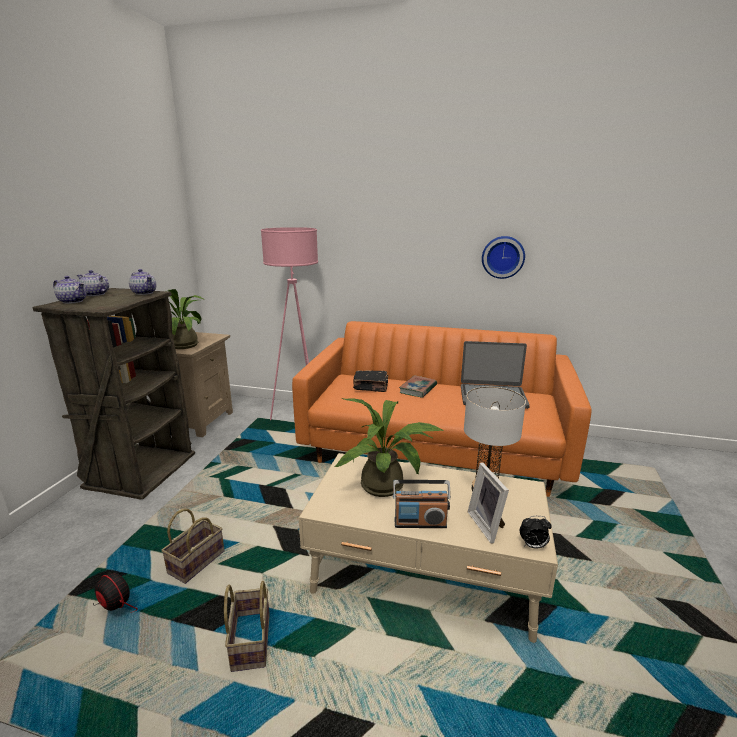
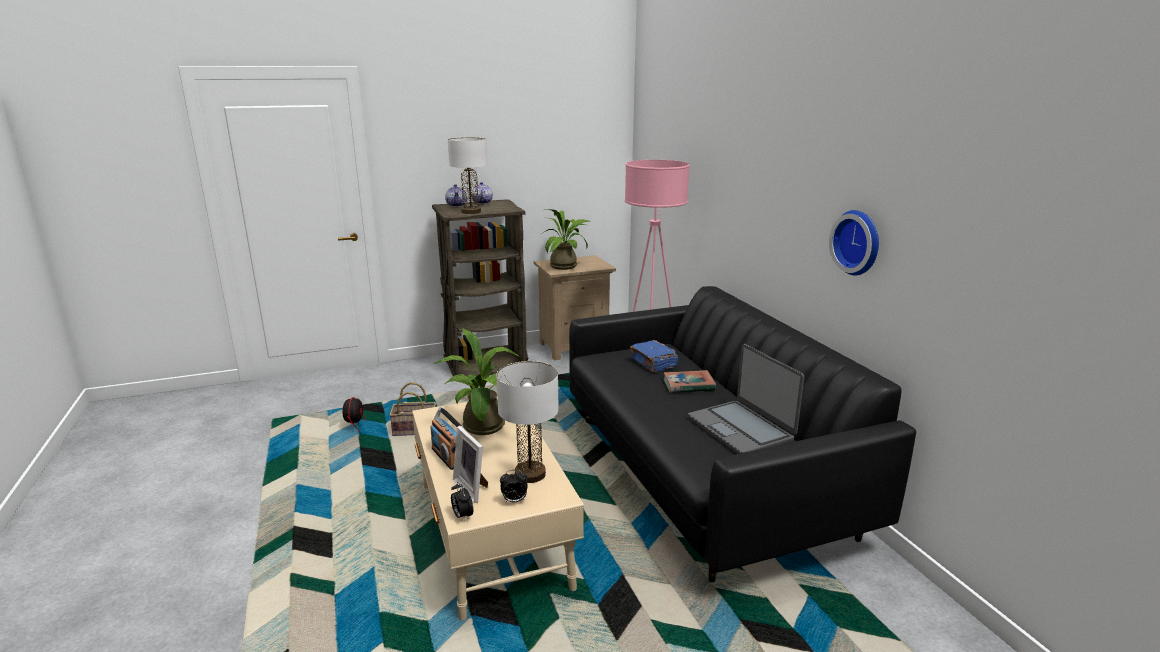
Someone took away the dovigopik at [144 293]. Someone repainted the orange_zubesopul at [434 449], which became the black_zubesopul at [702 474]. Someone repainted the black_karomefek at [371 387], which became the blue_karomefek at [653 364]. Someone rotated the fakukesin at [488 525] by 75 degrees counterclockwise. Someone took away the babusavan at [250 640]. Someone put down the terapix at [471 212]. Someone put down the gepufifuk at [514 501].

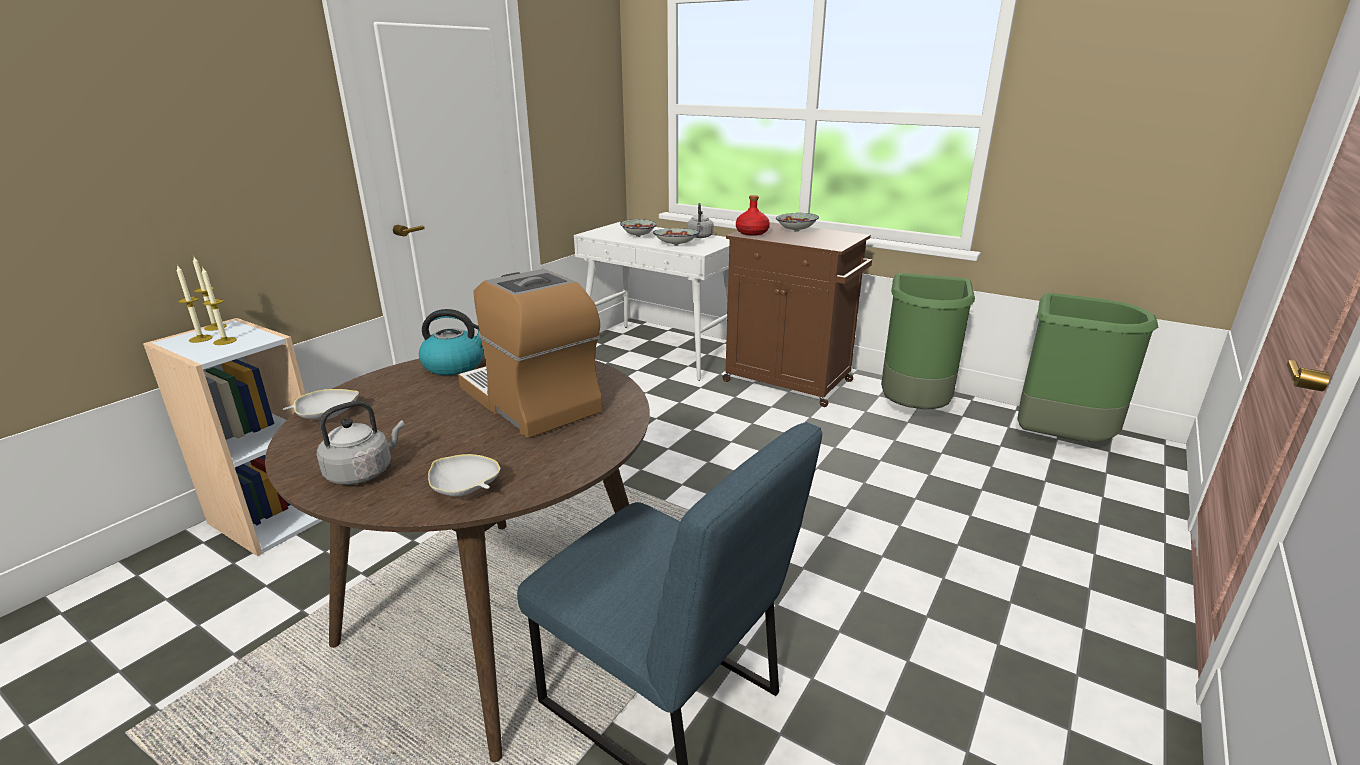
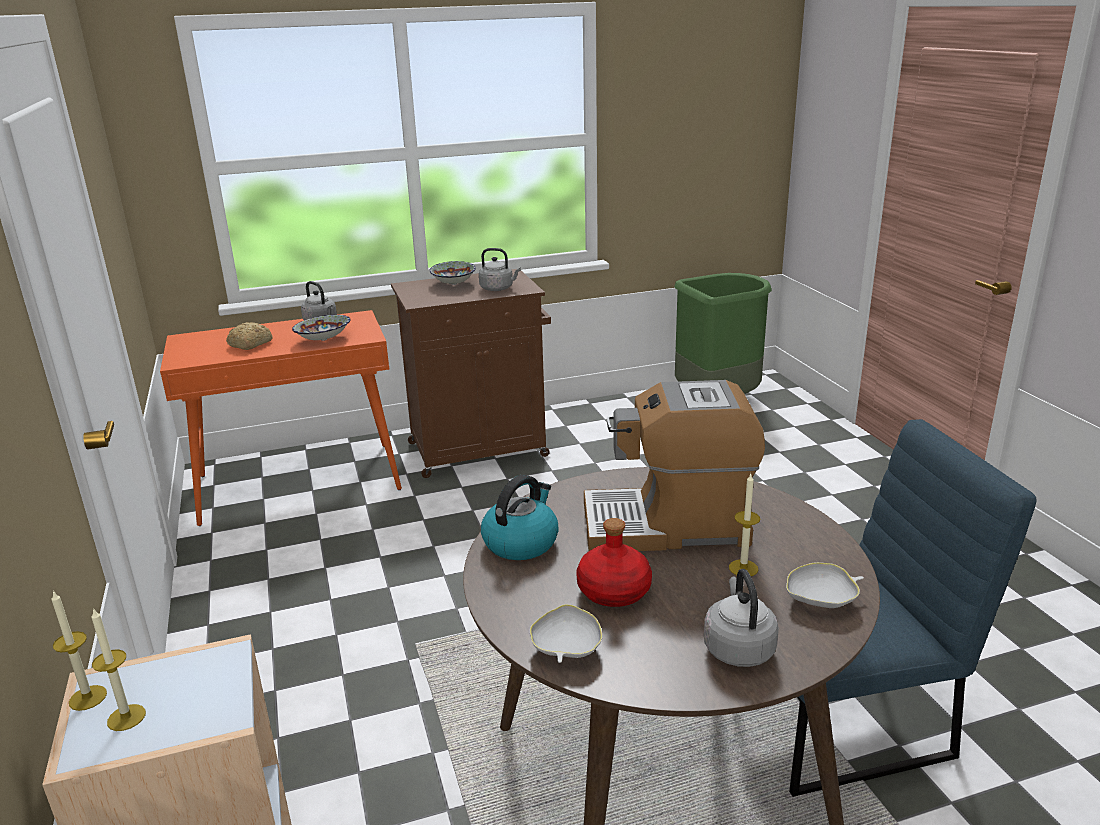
Someone carried the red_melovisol from [752 232] to [614 590]. Someone swapped the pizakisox at [638 236] for the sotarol at [249 344]. Someone repainted the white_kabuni at [660 351], which became the orange_kabuni at [300 482]. Someone carried the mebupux from [225 341] to [743 568]. Someone took away the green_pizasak at [914 408]. Someone put down the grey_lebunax at [498 288].

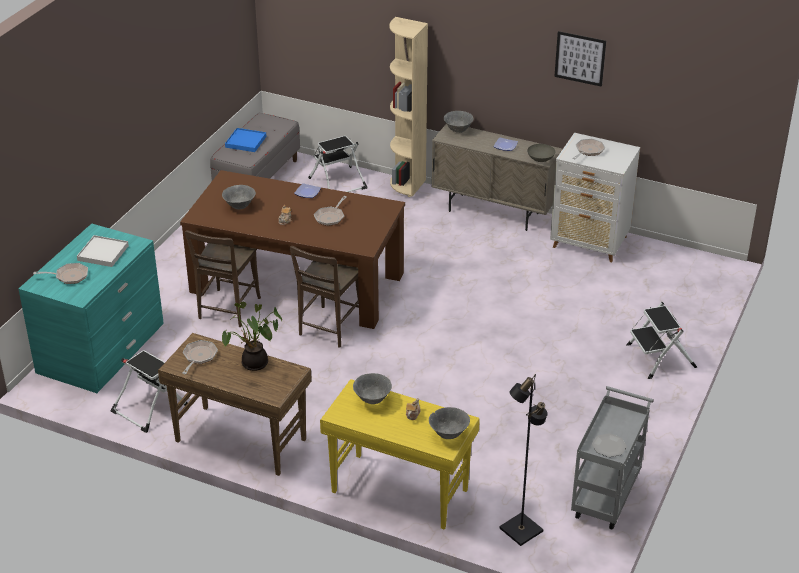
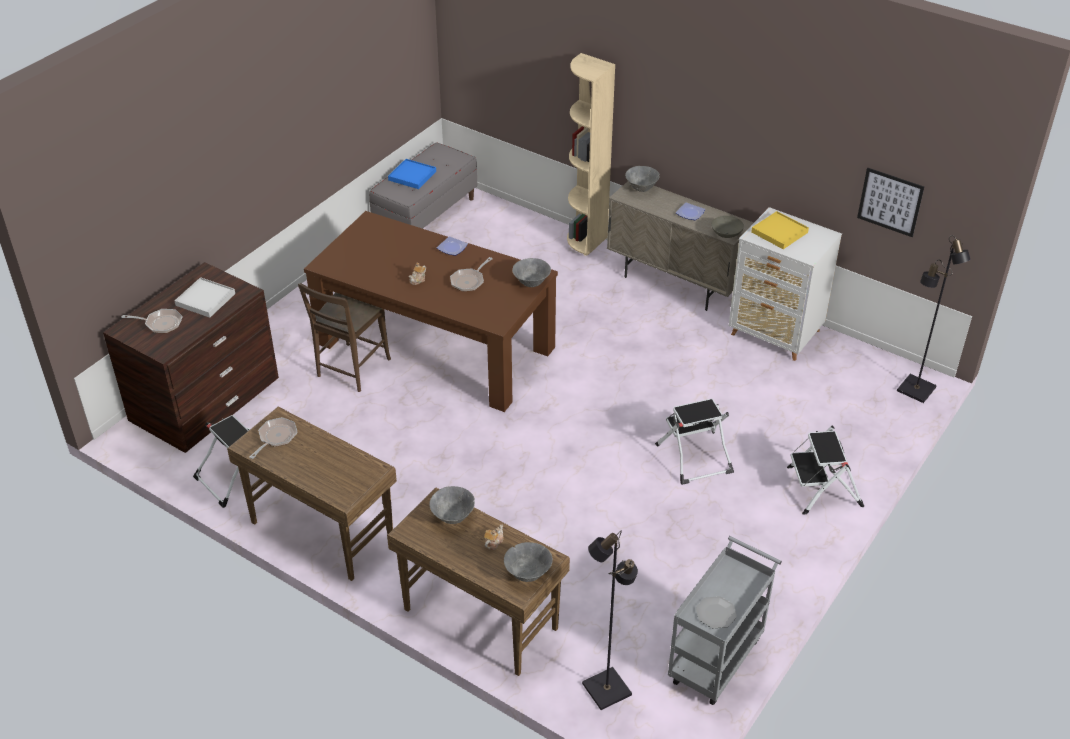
Someone carried the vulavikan from [580 58] to [890 202]. Someone carried the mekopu from [338 181] to [695 456]. Someone swapped the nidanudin at [588 151] for the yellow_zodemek at [779 232]. Someone carried the grey_pizakisox from [240 206] to [531 283]. Someone repainted the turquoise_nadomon at [101 347], which became the brown_nadomon at [205 398]. Someone took away the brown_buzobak at [329 329]. Someone took away the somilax at [253 365]. Someone repainted the yellow_kabuni at [398 491], which became the brown_kabuni at [479 619]. Someone put down the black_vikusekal at [916 389].

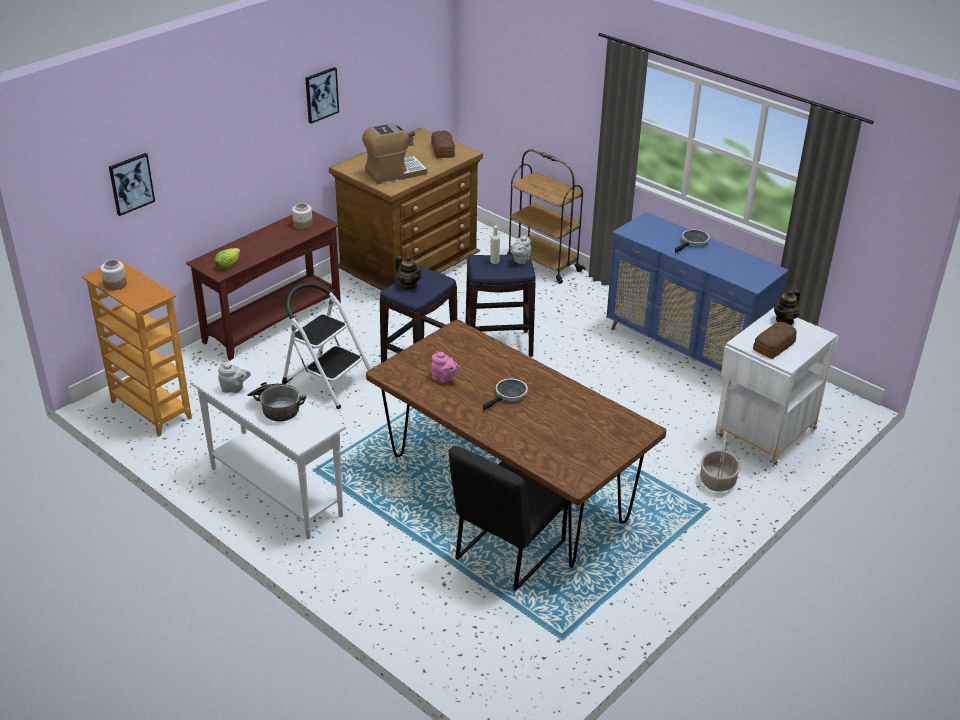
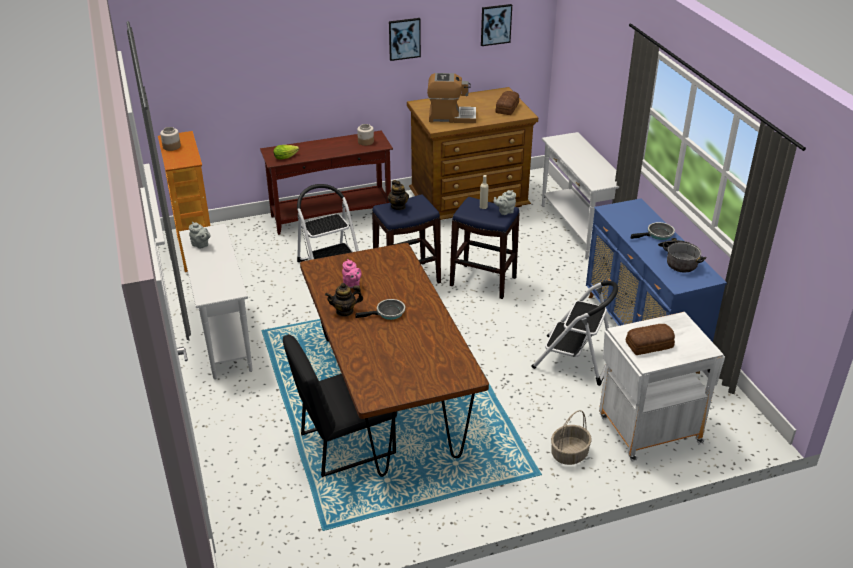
Someone swapped the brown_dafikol at [543 264] for the white_kabuni at [578 229]. Someone carried the vulavikan from [131 183] to [495 24]. Someone carried the dovigopik from [785 320] to [345 311]. Someone carried the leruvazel from [276 408] to [678 261]. Someone put down the mekopu at [575 361].

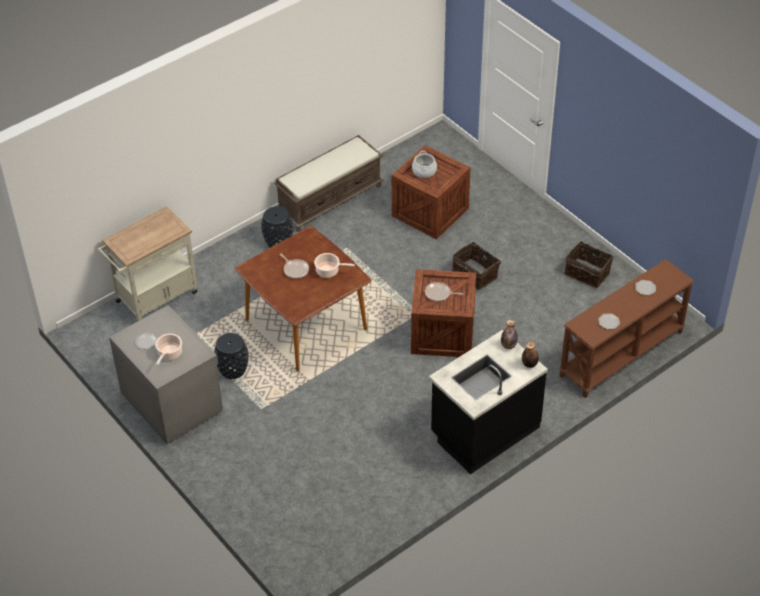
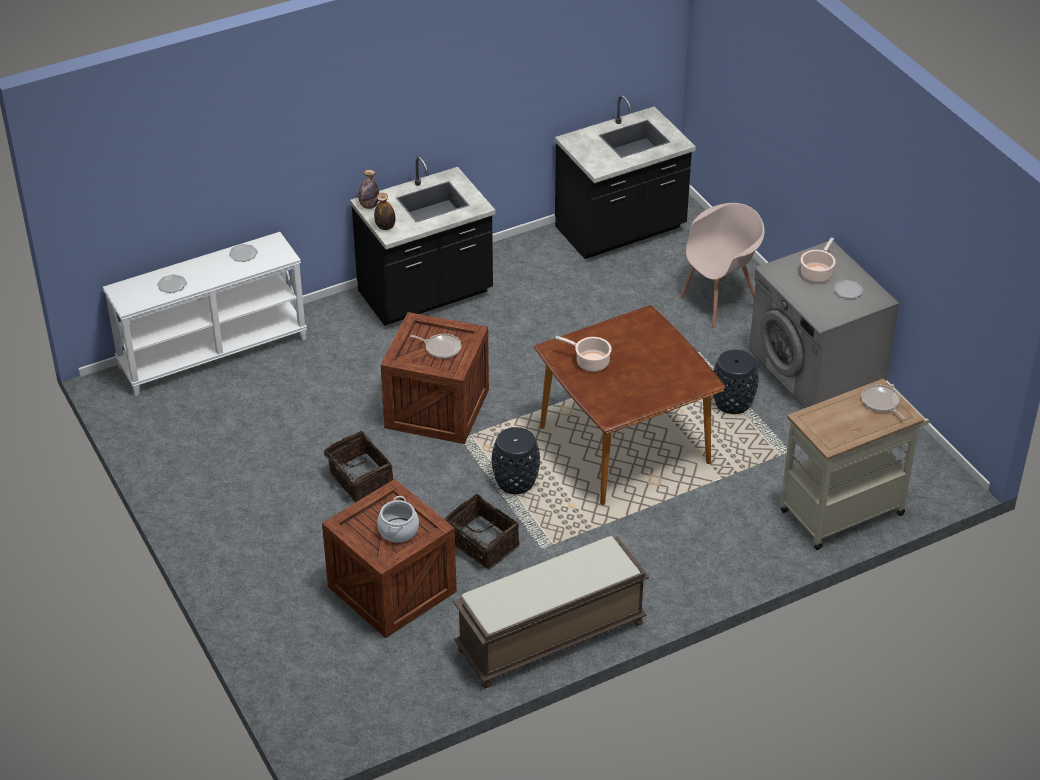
Someone carried the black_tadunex from [278 241] to [515 481]. Someone carried the babusavan from [587 273] to [482 545]. Someone carried the nidanudin from [295 269] to [881 403]. Someone repainted the brown_kabuni at [622 354], which became the white_kabuni at [213 352]. Someone put down the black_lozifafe at [621 230]. Someone put down the beige_buzobak at [720 302].

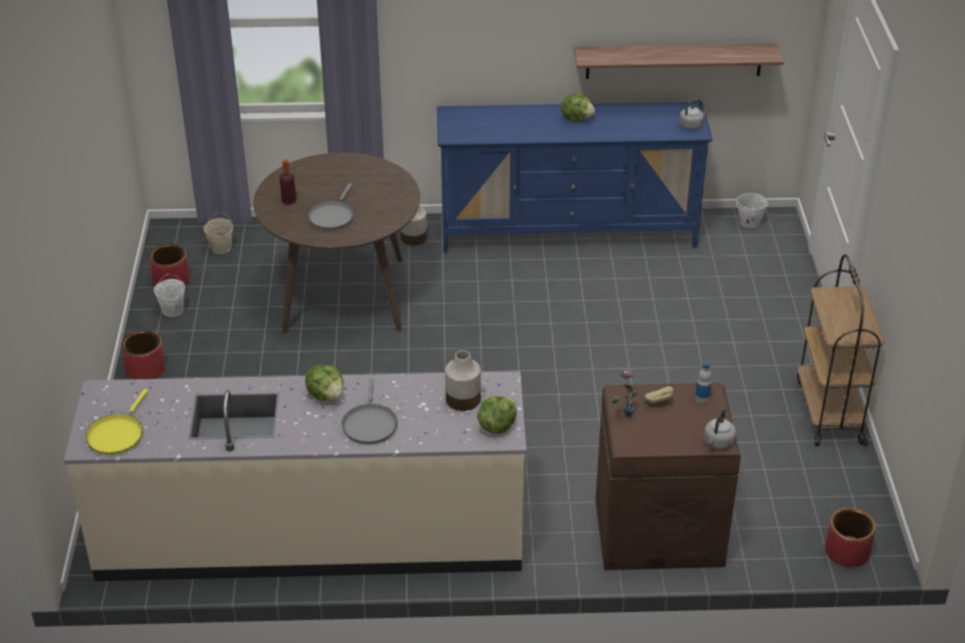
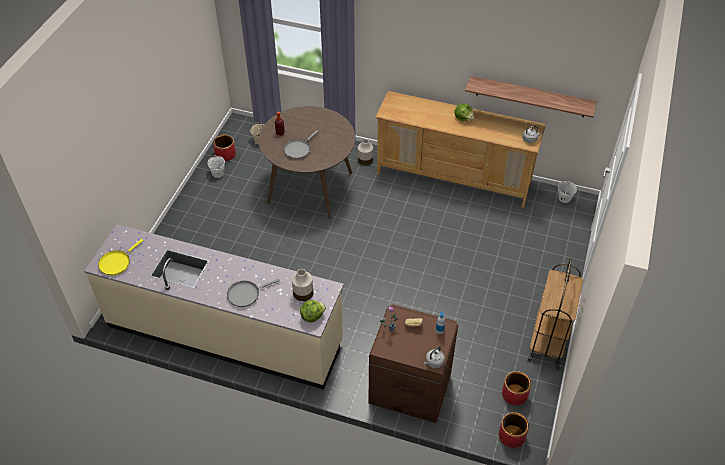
Someone repainted the blue_nadomon at [568 232], which became the brown_nadomon at [453 178]. Someone carried the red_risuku from [145 369] to [514 394]. Someone took away the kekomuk at [326 395]. Someone rotated the grey_nidanudin at [369 424] by 45 degrees clockwise.

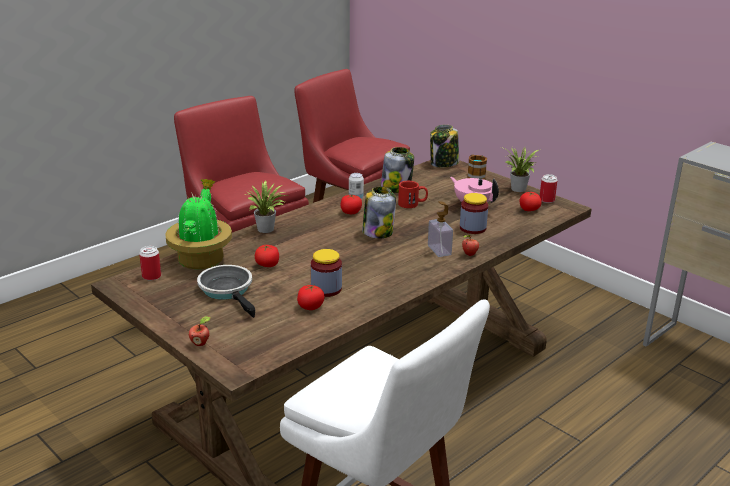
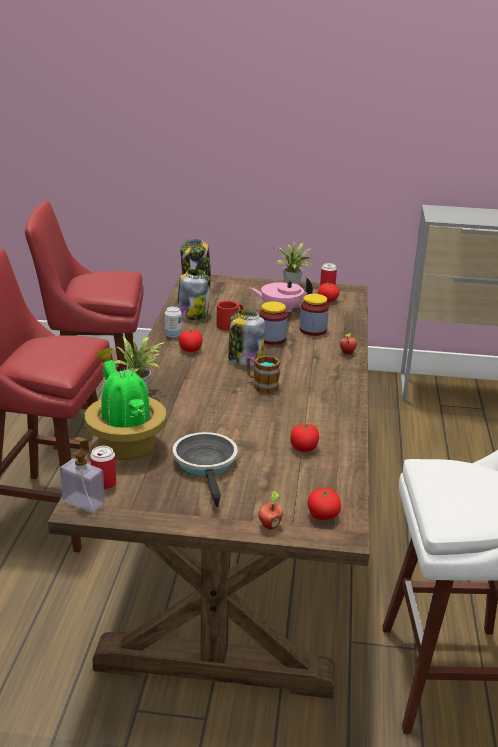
Someone carried the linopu from [474 177] to [261 385]. Someone carried the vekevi from [439 250] to [83 502]. Someone carried the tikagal from [267 265] to [322 515]. Someone carried the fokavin from [326 289] to [272 339]. Someone rotated the nidanudin at [228 290] by 60 degrees clockwise.

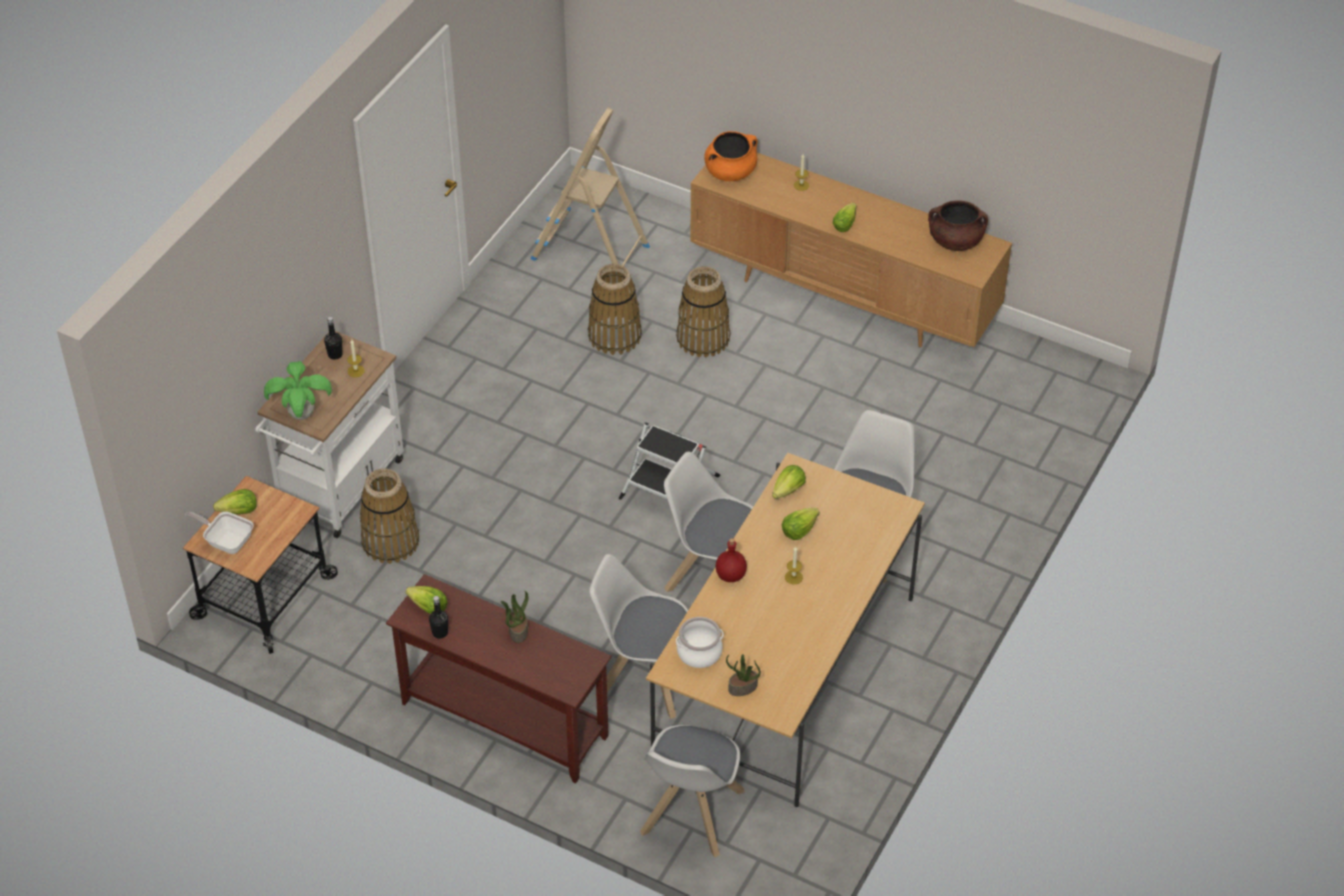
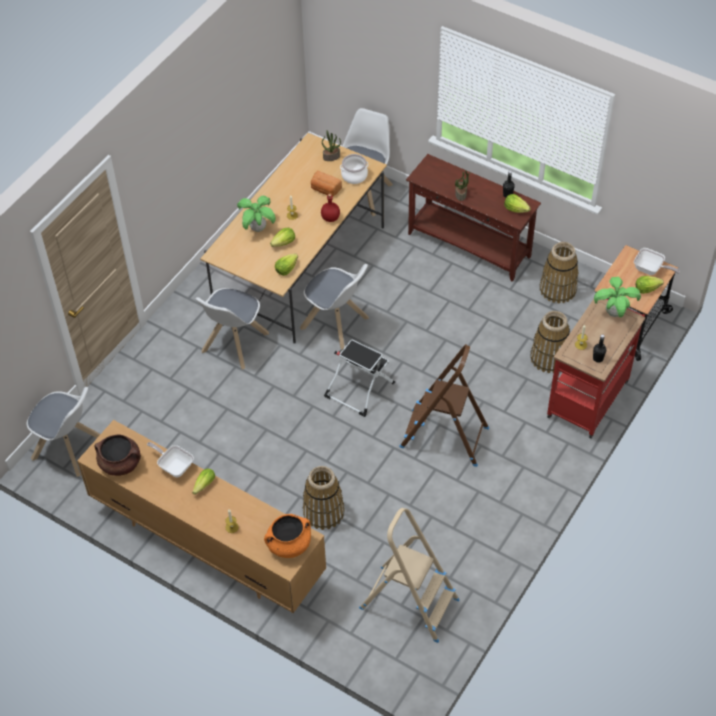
Someone carried the babusavan from [615 336] to [557 289]. Someone repainted the white_dafikol at [339 489], which became the red_dafikol at [589 397]. Someone carried the buzobak from [644 677] to [69 449]. Someone put down the sotarol at [325 190]. Someone put down the somilax at [258 228]. Someone put down the brown_mekopu at [443 437]. Someone put down the nidanudin at [174 466].

